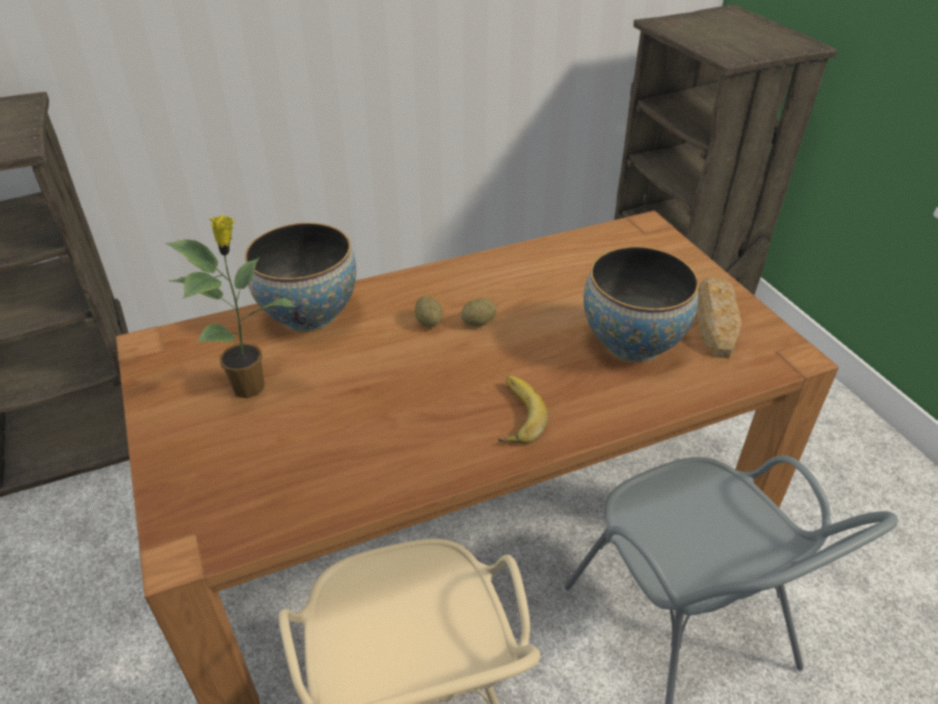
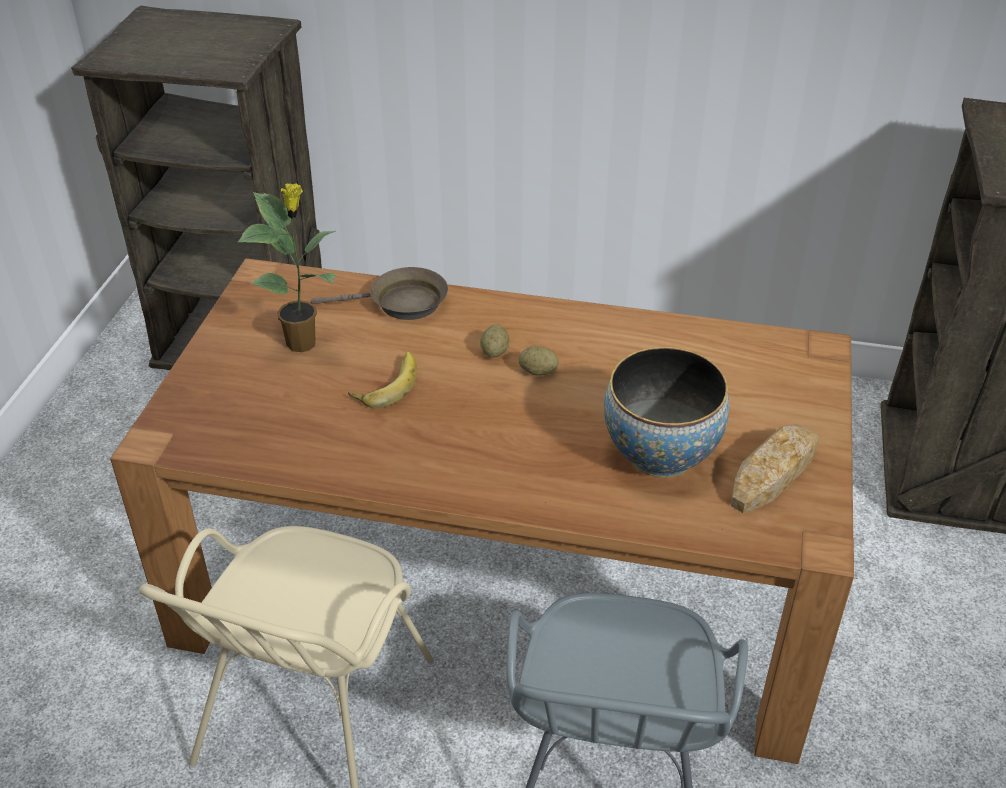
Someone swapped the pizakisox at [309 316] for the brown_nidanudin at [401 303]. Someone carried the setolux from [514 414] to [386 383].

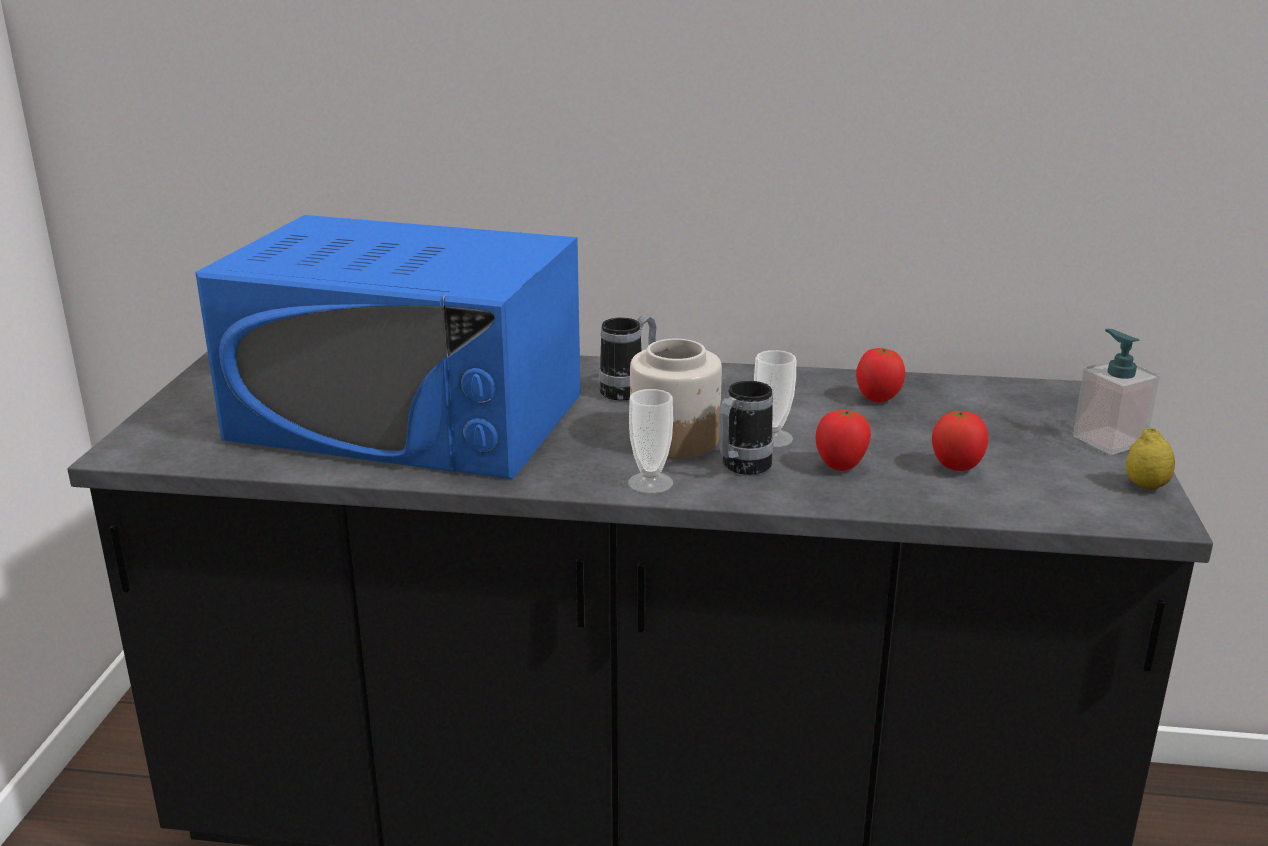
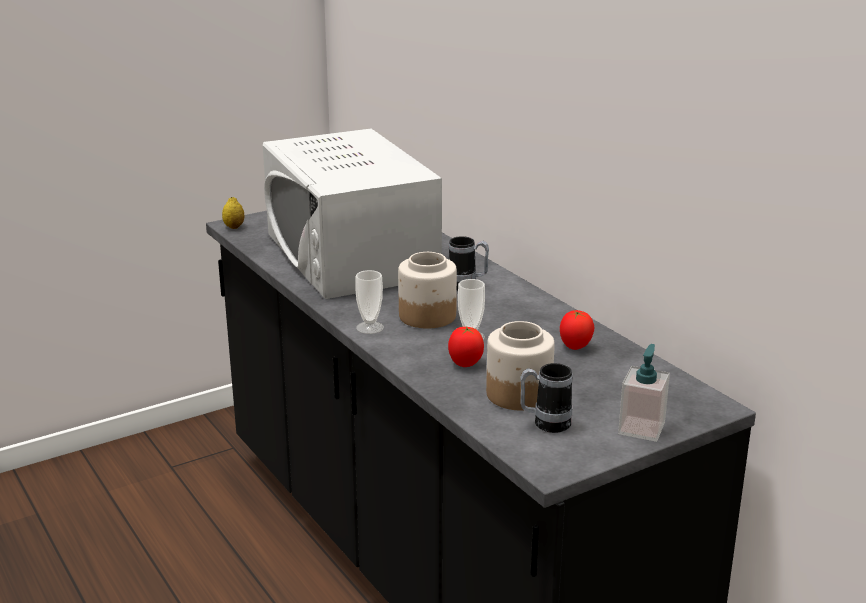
Someone repainted the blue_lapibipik at [408 417], which became the white_lapibipik at [351 255]. Someone carried the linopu from [740 468] to [545 424]. Someone swapped the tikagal at [956 468] for the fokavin at [518 394]. Someone carried the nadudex from [1146 486] to [234 227].

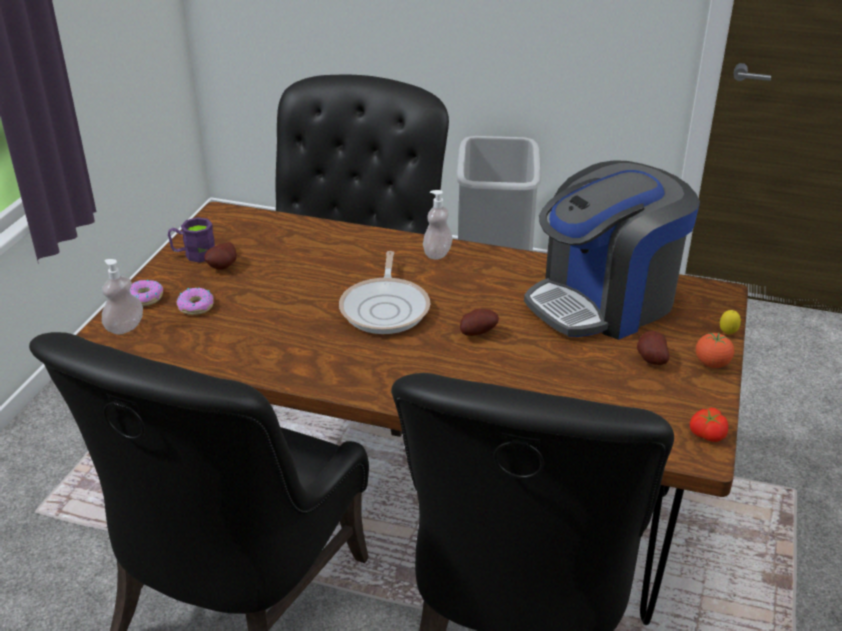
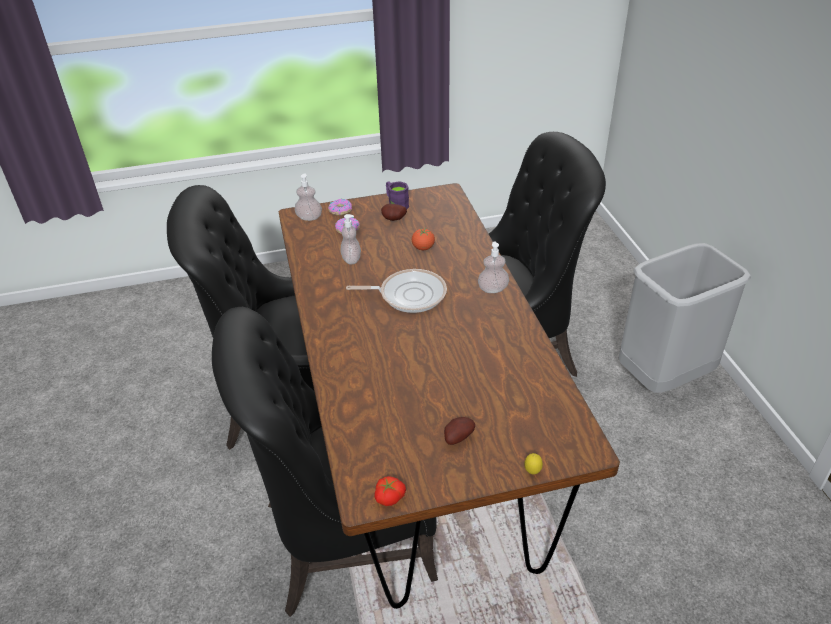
Someone took away the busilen at [604 301]. Someone rotated the nidanudin at [386 308] by 150 degrees counterclockwise. Someone took away the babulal at [477 333]. Someone carried the tikagal from [711 364] to [423 248]. Someone put down the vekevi at [351 259].

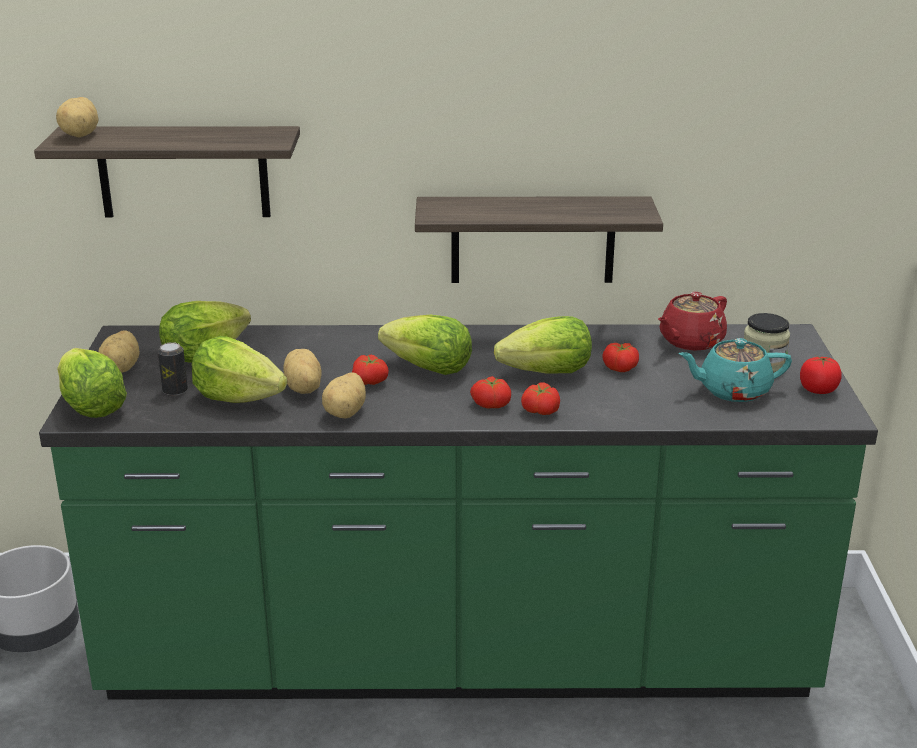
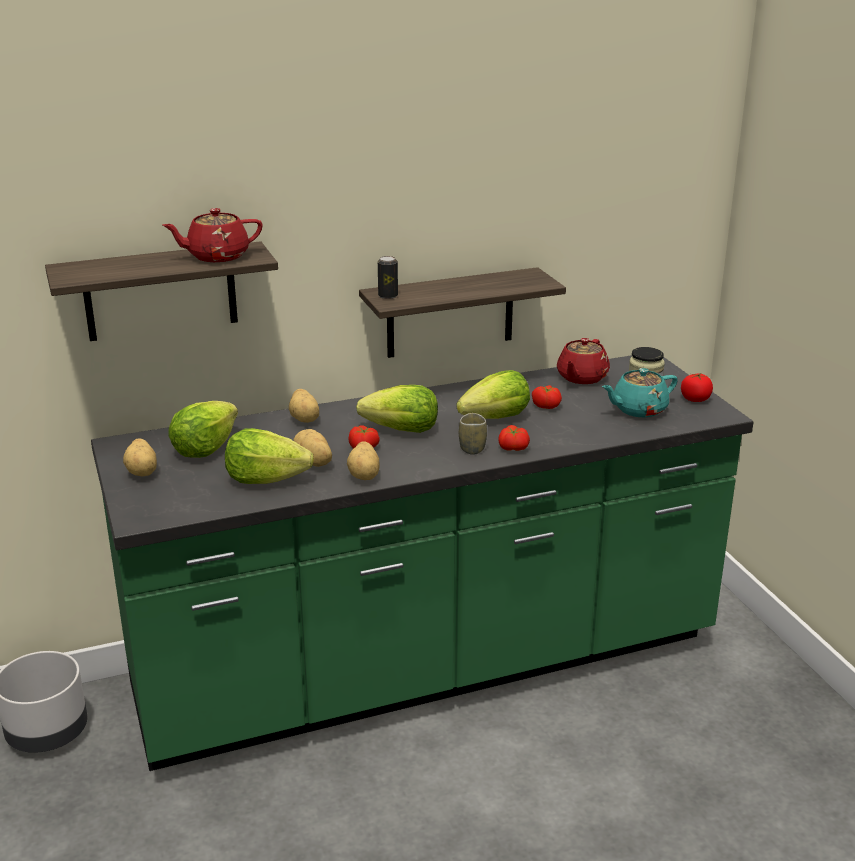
Someone carried the babulal from [82 135] to [305 419]. Someone carried the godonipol from [175 391] to [388 296]. Someone took away the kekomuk at [91 407]. Someone swapped the tikagal at [492 404] for the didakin at [472 449]. Someone put down the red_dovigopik at [217 256].

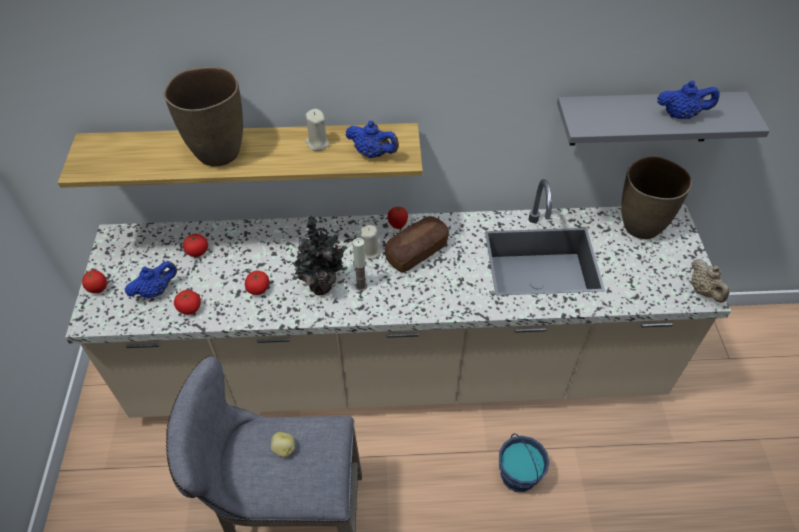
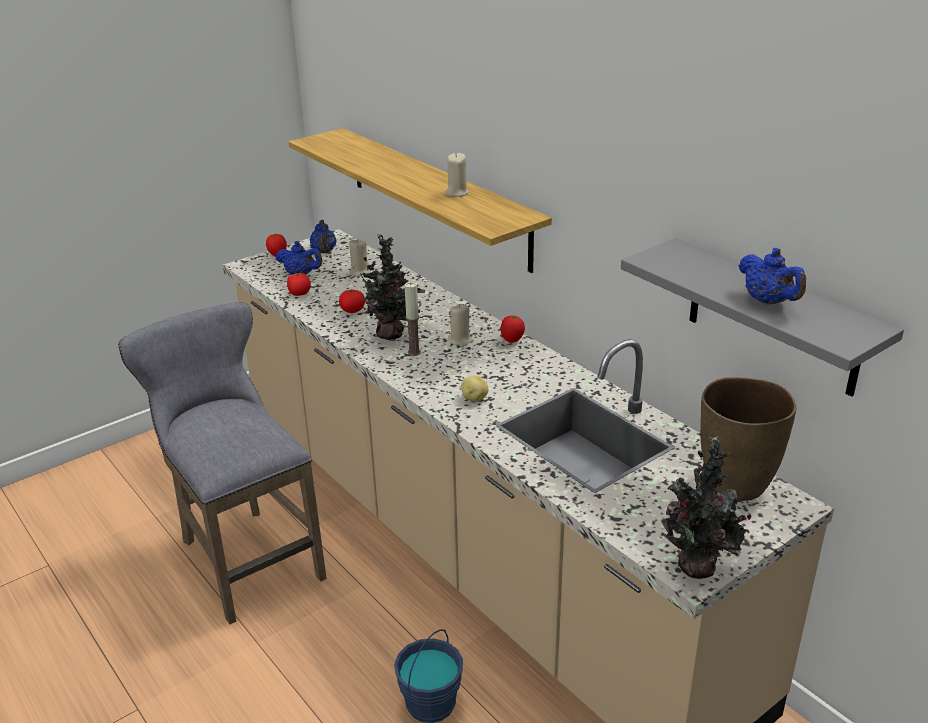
Someone took away the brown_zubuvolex at [218 152]. Someone carried the blue_dovigopik from [373 154] to [324 252]. Someone took away the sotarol at [416 252]. Someone swapped the tikagal at [197 251] for the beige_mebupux at [359 272]. Someone swapped the beige_dovigopik at [703 291] for the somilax at [697 570]. Someone carried the babulal from [284 449] to [474 398].

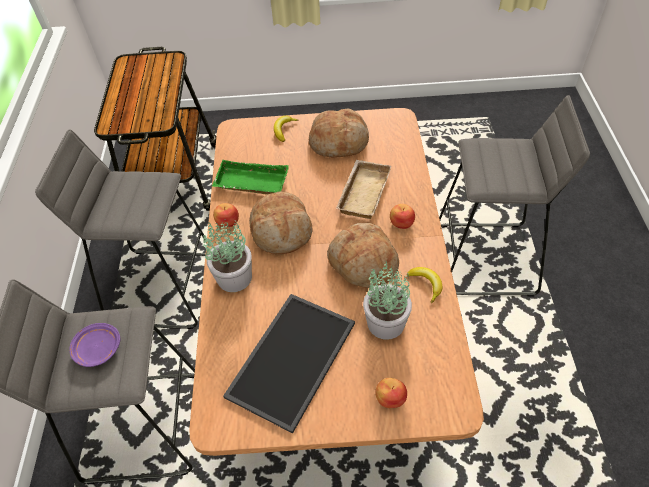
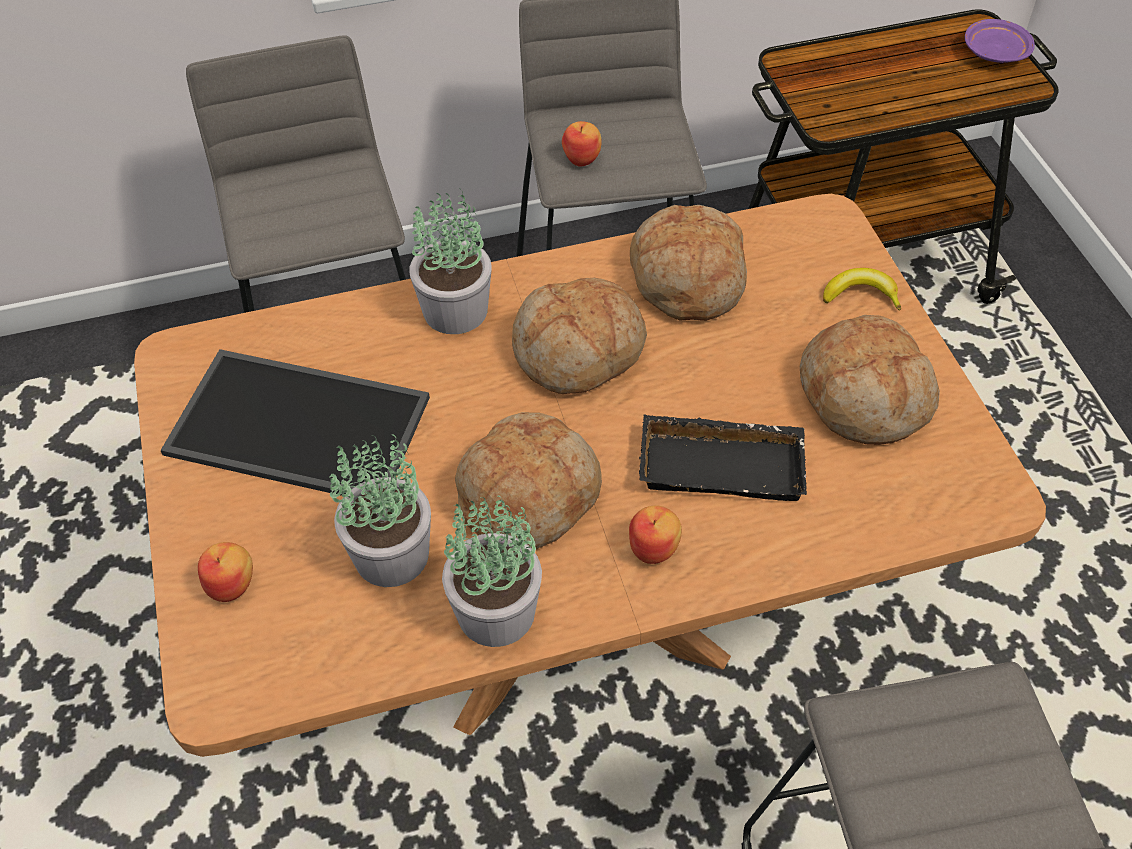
Someone swapped the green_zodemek at [250 183] for the sotarol at [686 278]. Someone repainted the beige_zodemek at [362 192], which became the black_zodemek at [723 463]. Someone carried the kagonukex from [227 222] to [582 157]. Someone swapped the setolux at [426 284] for the somilax at [496 614]. Someone carried the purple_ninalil from [97 349] to [994 51].

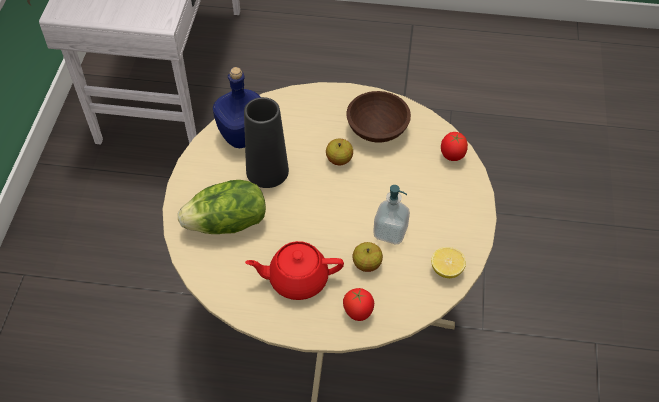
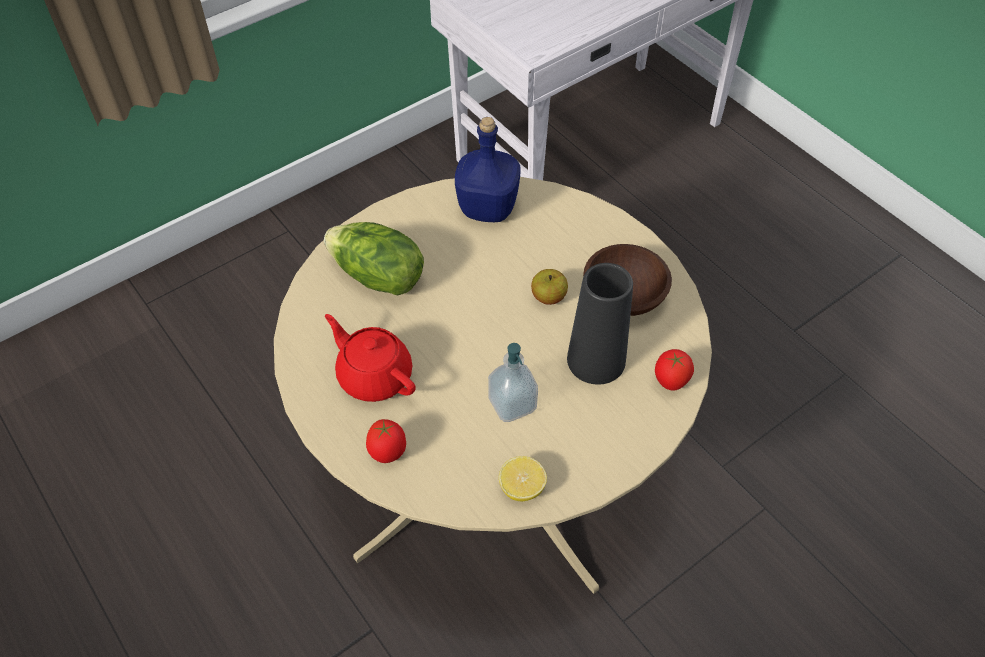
Someone carried the black_zubuvolex from [267 171] to [596 360]. Someone took away the kagonukex at [367 264].

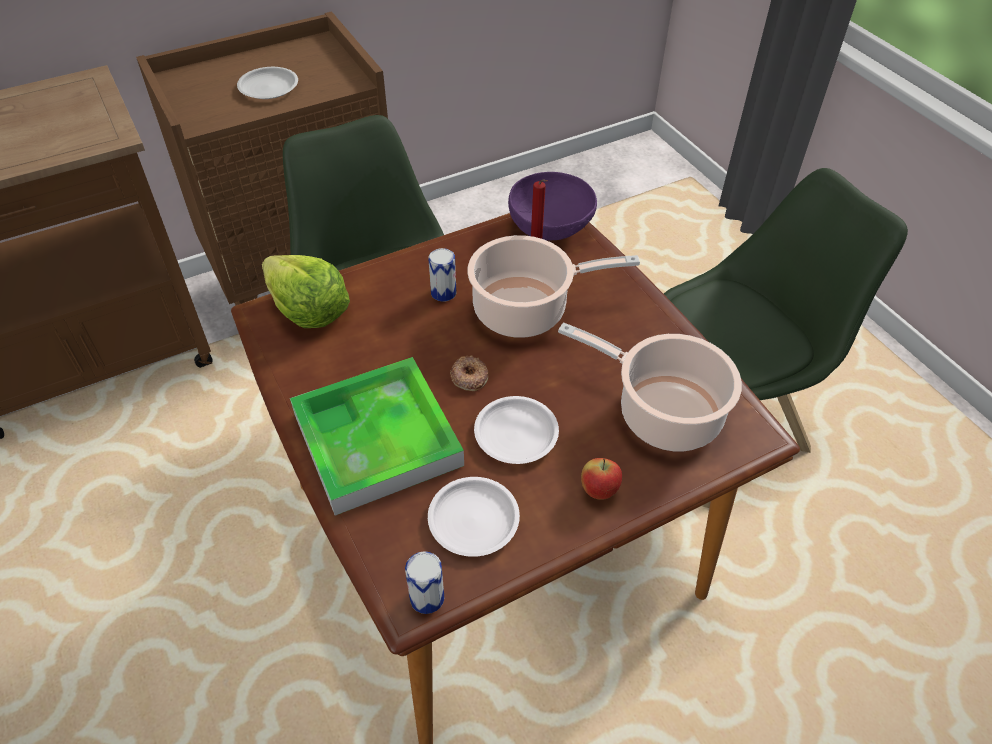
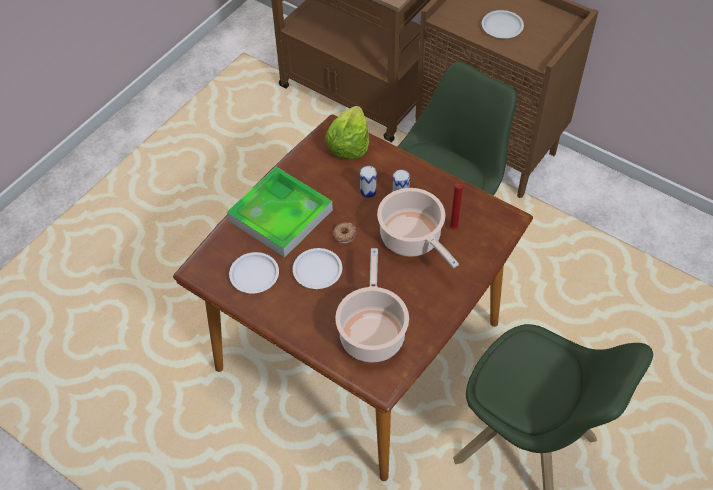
Someone took away the purple_pizakisox at [551 227]. Someone took away the kagonukex at [599 491]. Someone carried the godonipol from [427 598] to [368 191].

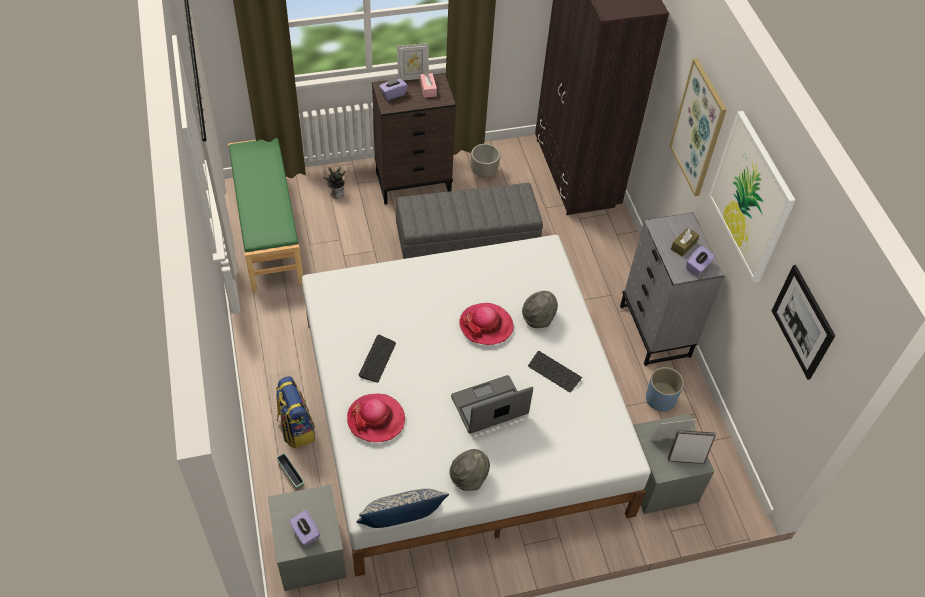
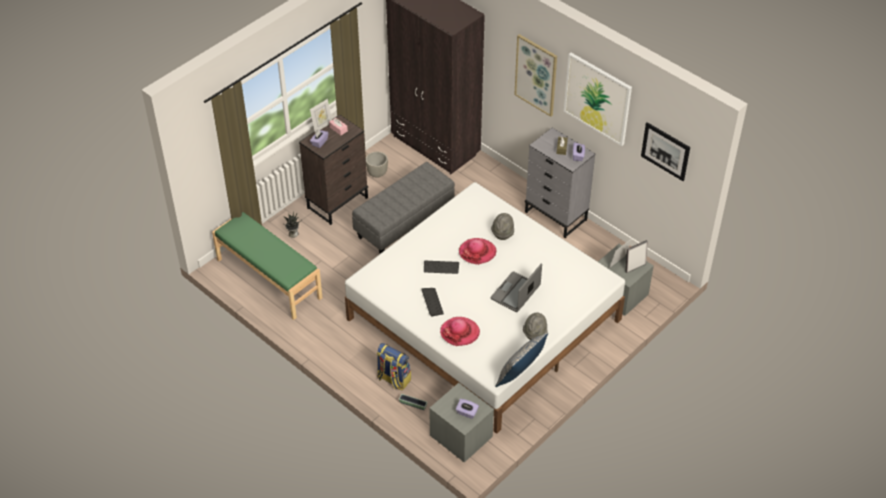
Someone carried the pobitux from [554 372] to [441 267]. Someone took away the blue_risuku at [660 399].

